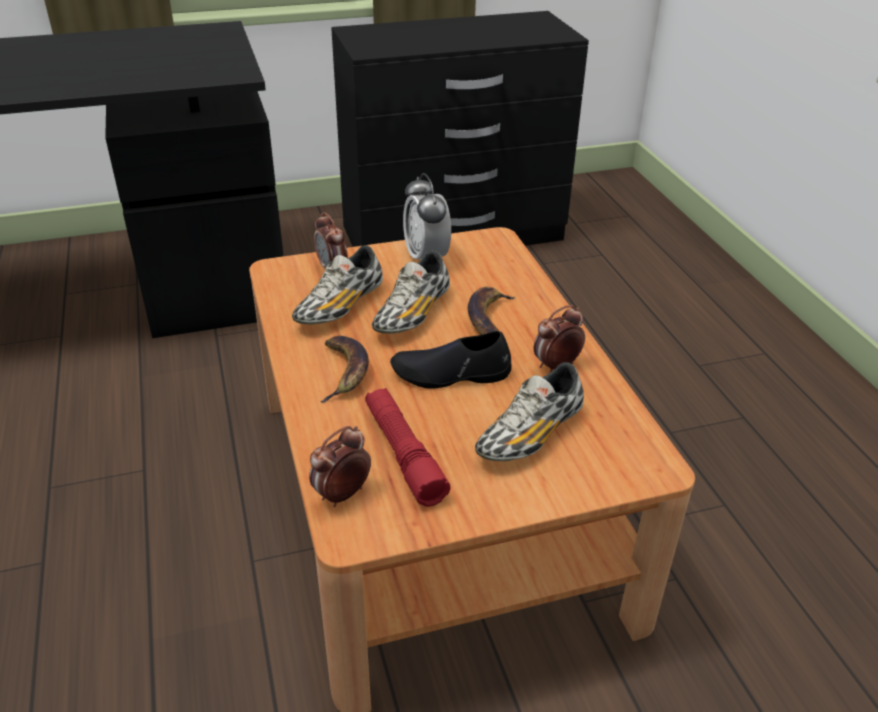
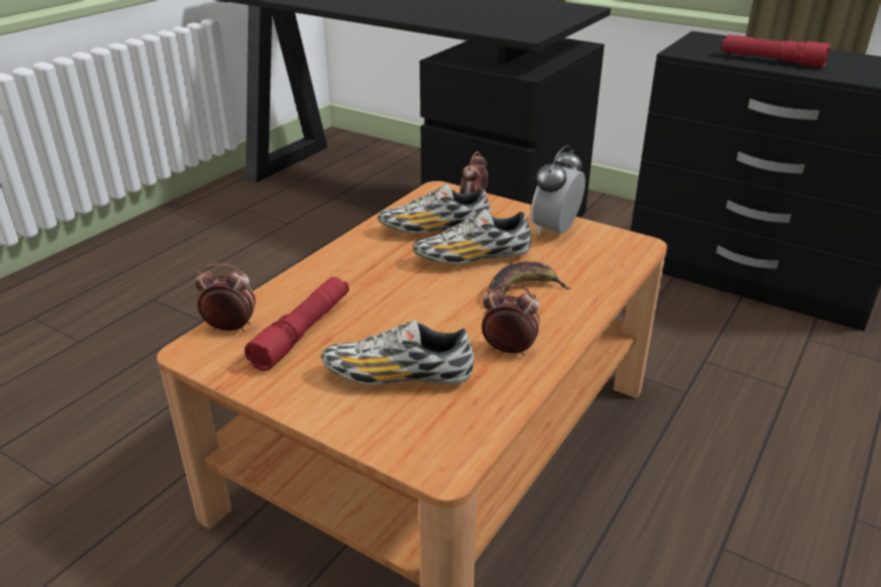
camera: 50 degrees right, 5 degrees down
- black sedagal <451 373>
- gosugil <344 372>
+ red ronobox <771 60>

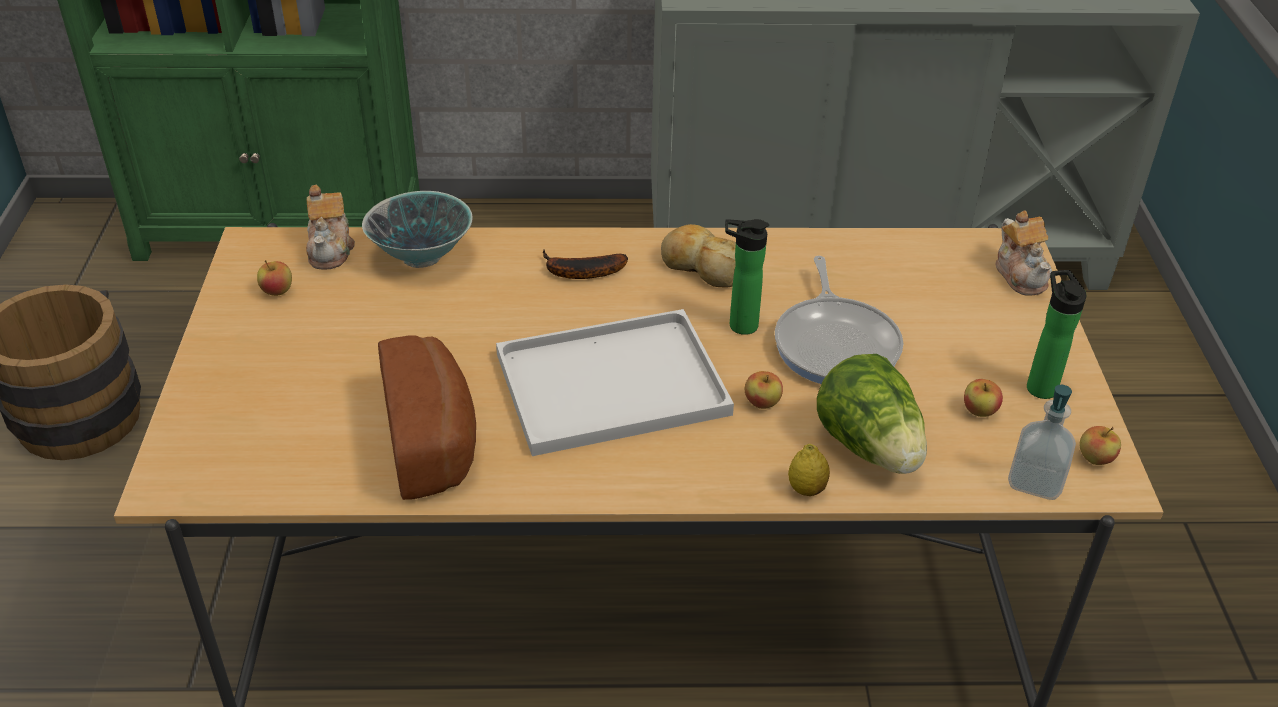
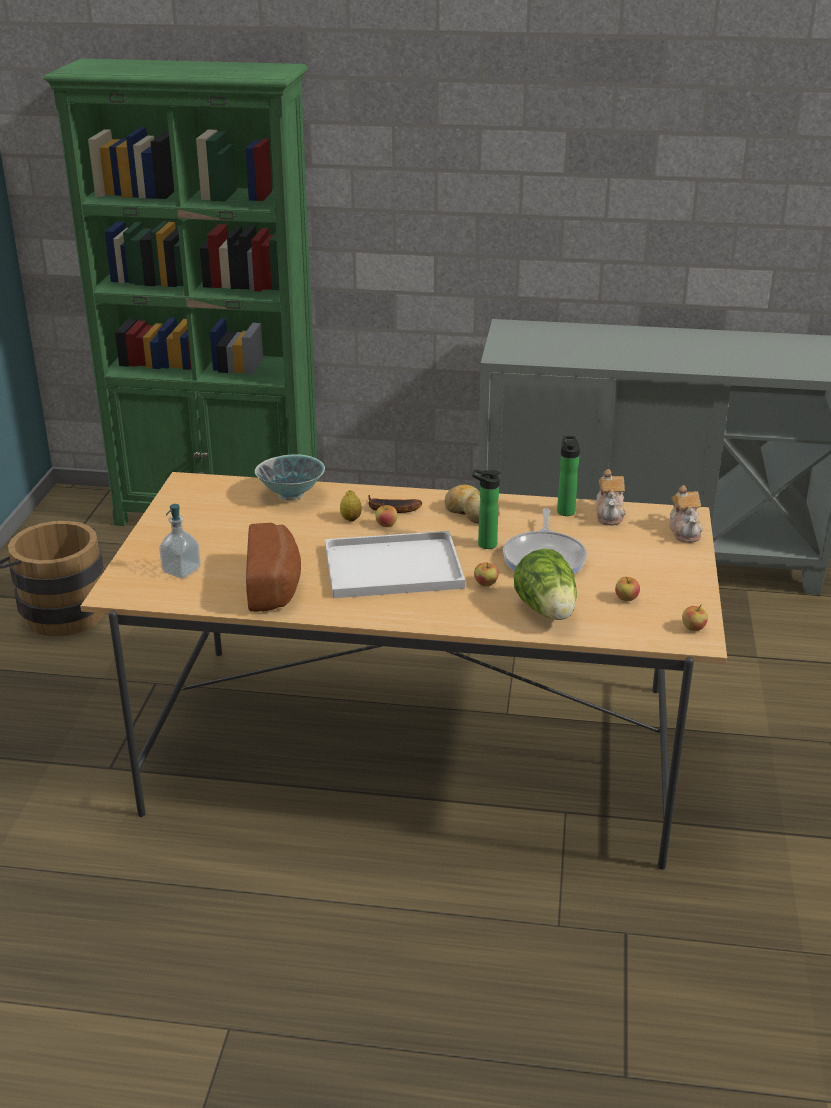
camera: 10 degrees right, 10 degrees down
~ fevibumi <331 249> to <610 514>
~ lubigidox <277 291> to <386 525>
~ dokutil <1039 385> to <565 510>
~ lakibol <1035 481> to <181 570>
~ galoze <806 489> to <351 519>

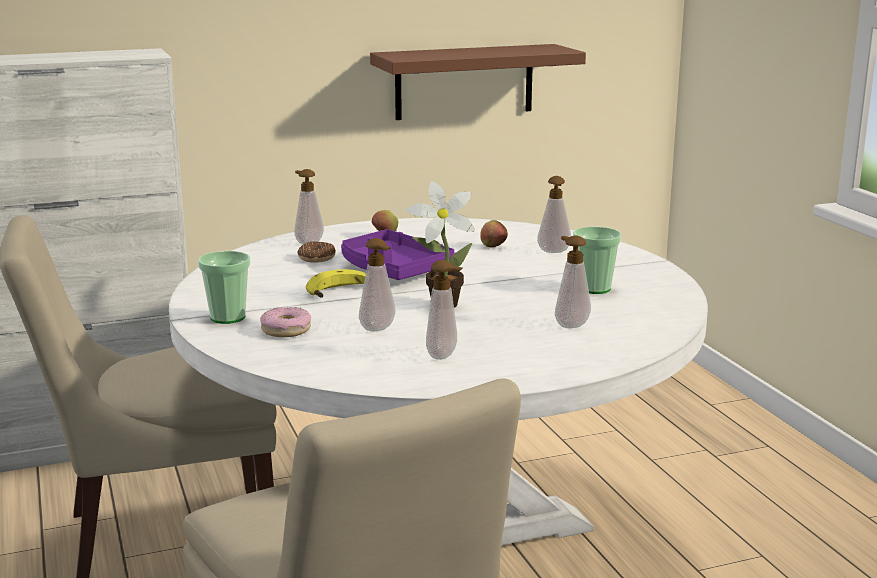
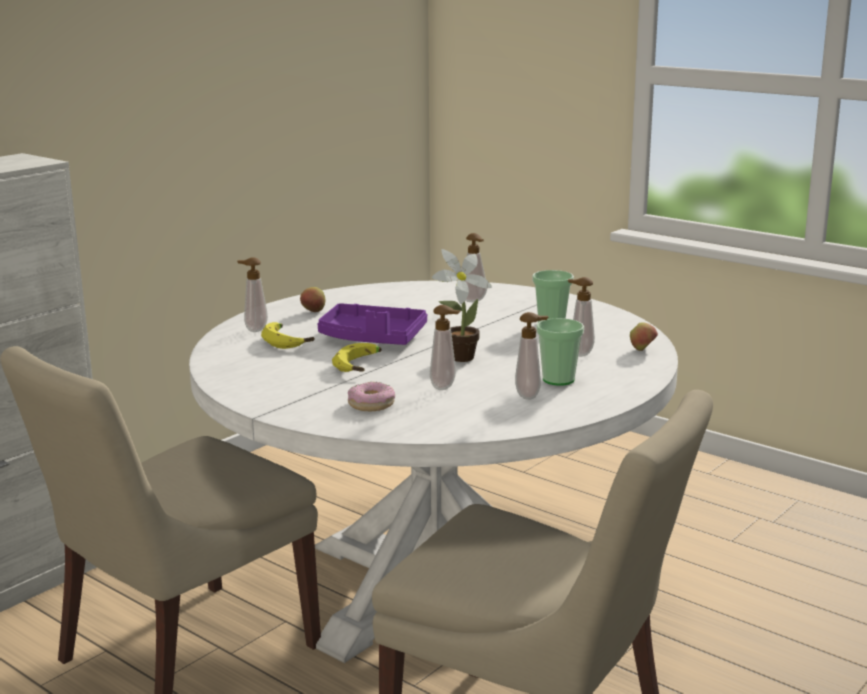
camera: 30 degrees left, 0 degrees up
- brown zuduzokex <464 81>
~ lubigidox <493 247> to <642 350>
~ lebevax <316 258> to gosugil <288 341>
~ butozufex <227 317> to <558 380>

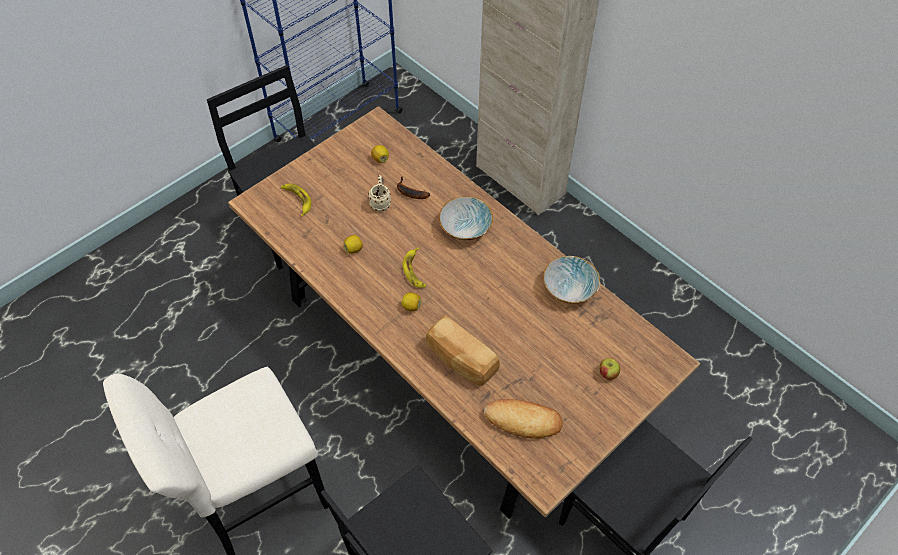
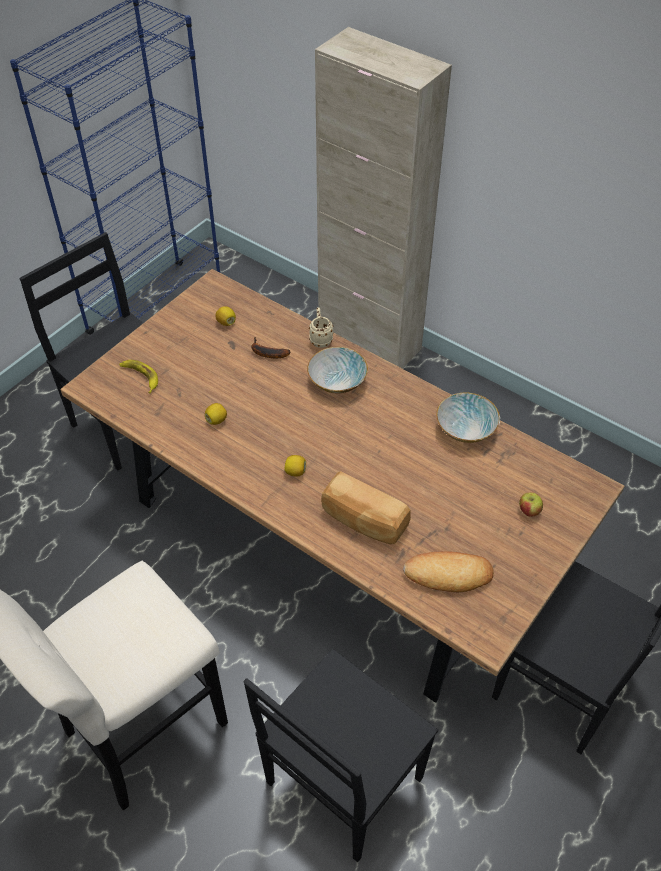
camera: 10 degrees left, 5 degrees down
~ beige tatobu <380 202> to <320 339>
- gosugil <415 270>

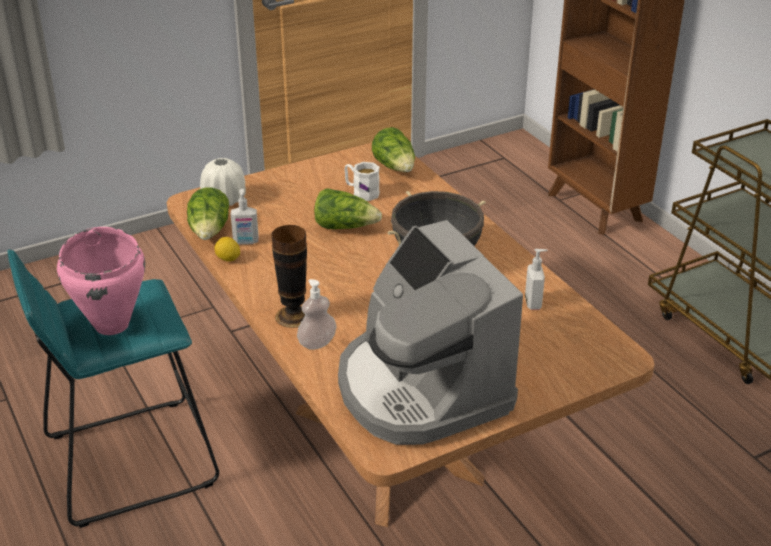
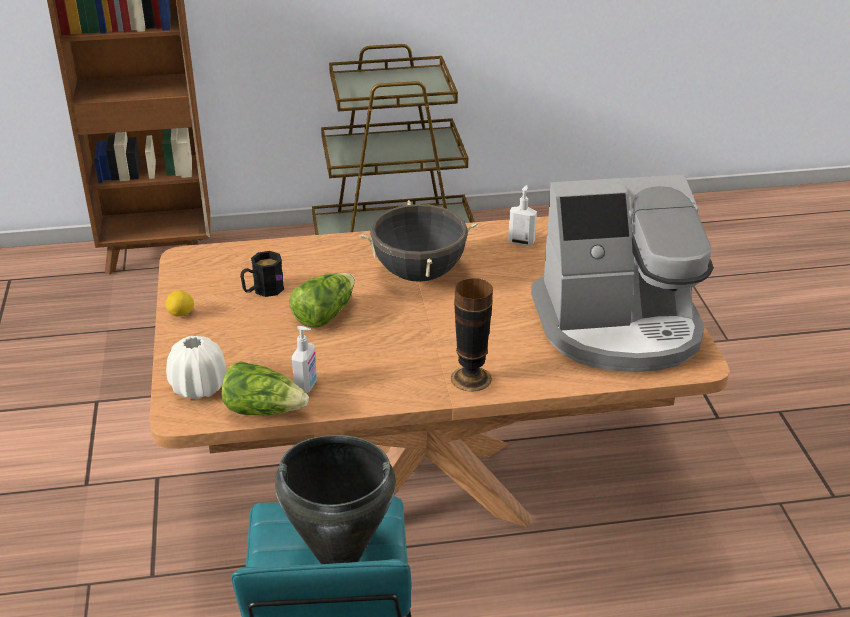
camera: 70 degrees left, 0 degrees up
- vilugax <395 167>
~ white tatobu <361 192> to black tatobu <263 290>
~ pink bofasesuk <112 324> to black bofasesuk <338 554>
~ galoze <228 259> to <181 314>
- lakibol <317 343>

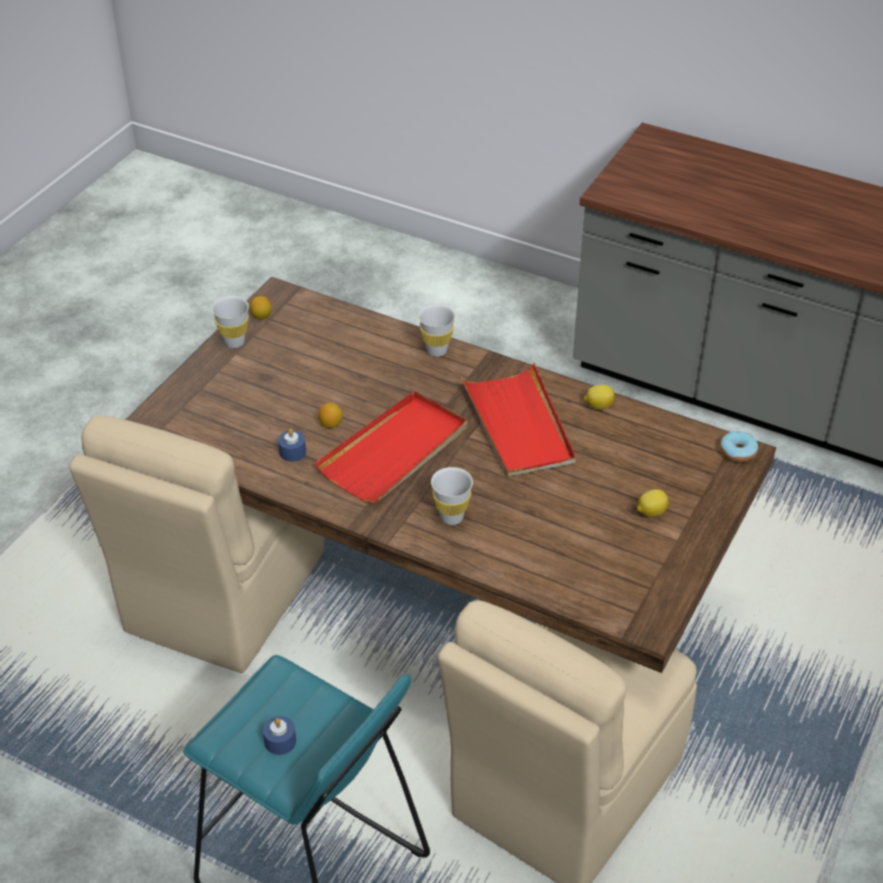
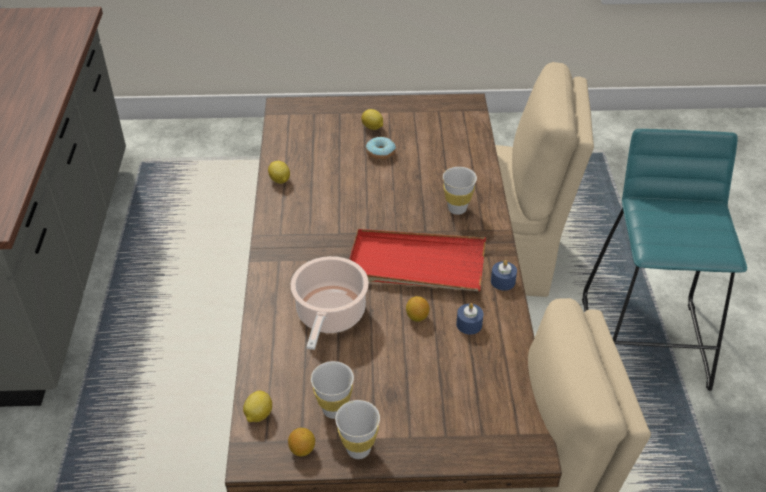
camera: 120 degrees left, 0 degrees up
~ white butozufex <436 350> to <334 409>
- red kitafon <518 425>
~ lebevax <738 452> to <380 153>
~ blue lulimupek <280 741> to <503 281>
+ bofasesuk <330 316>
+ galoze <258 415>

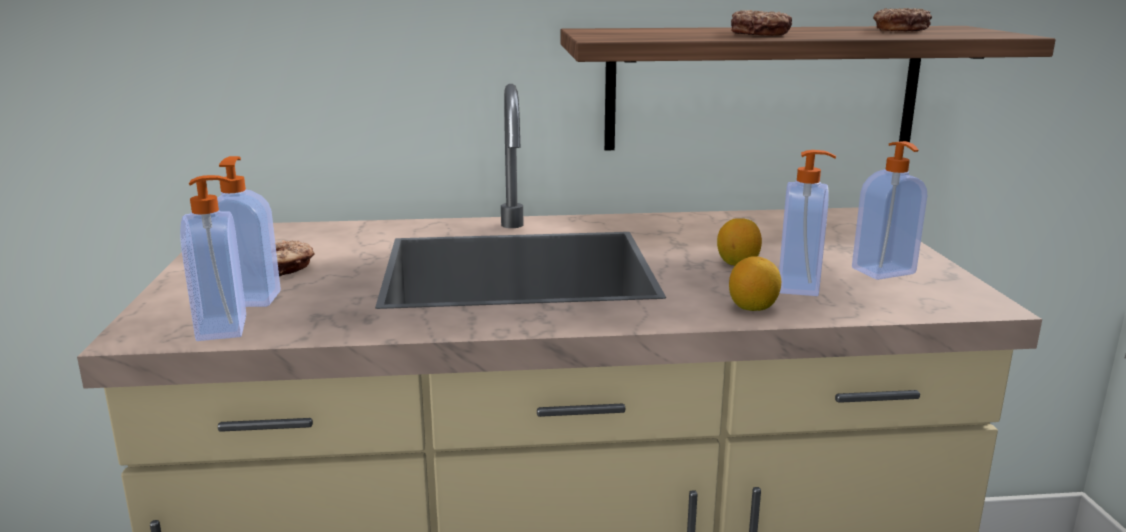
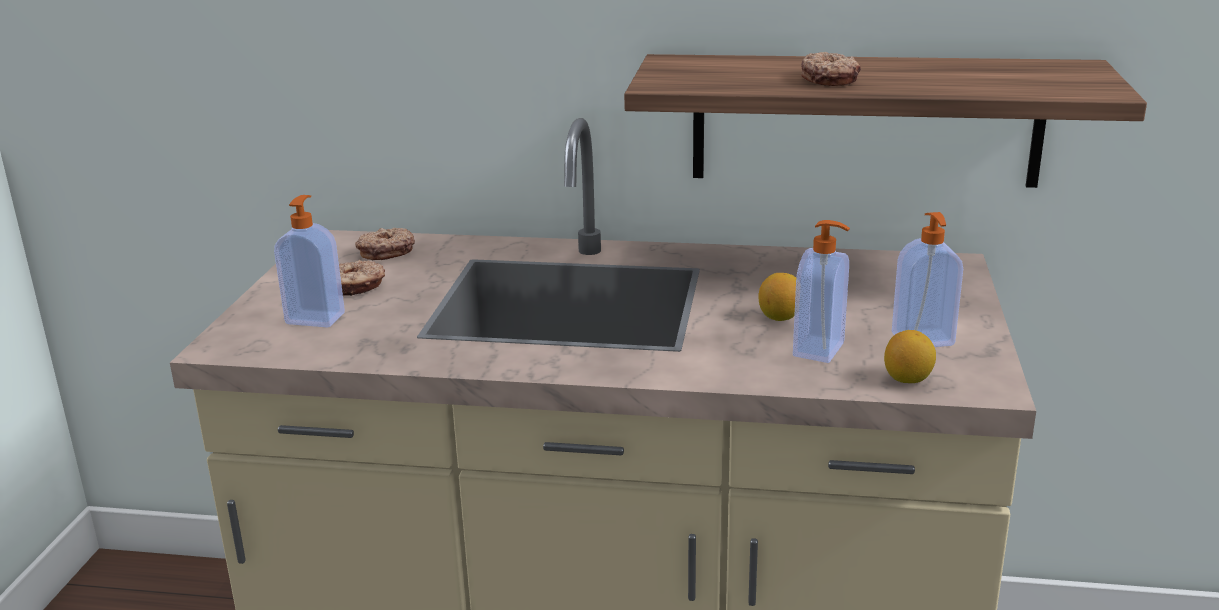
camera: 15 degrees right, 5 degrees up
~ lebevax <899 30> to <386 251>
- lakibol <224 328>
~ galoze <752 308> to <907 379>

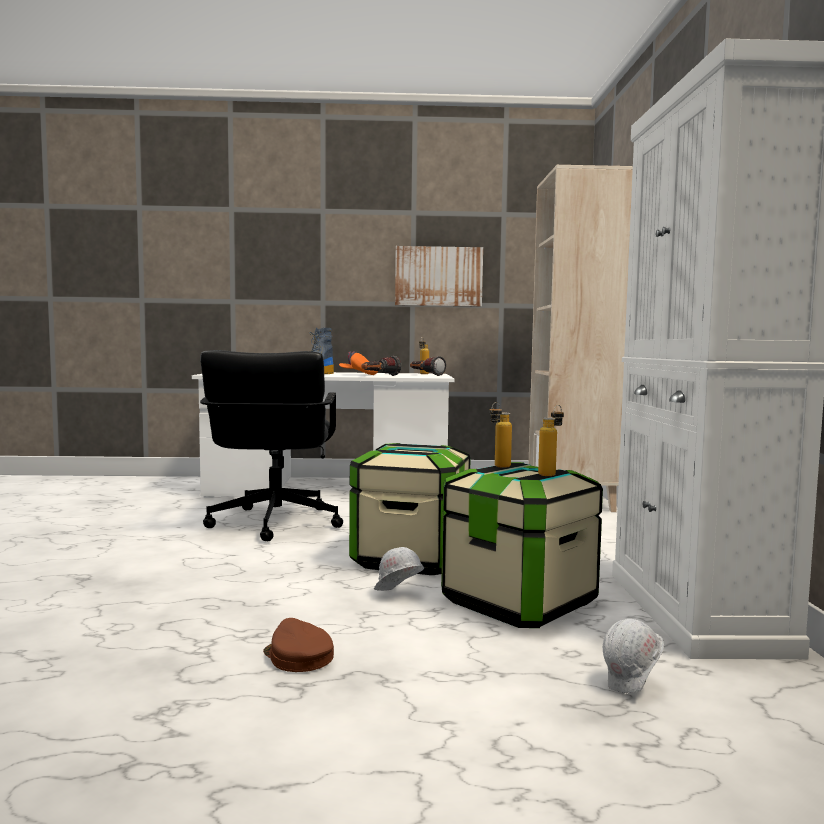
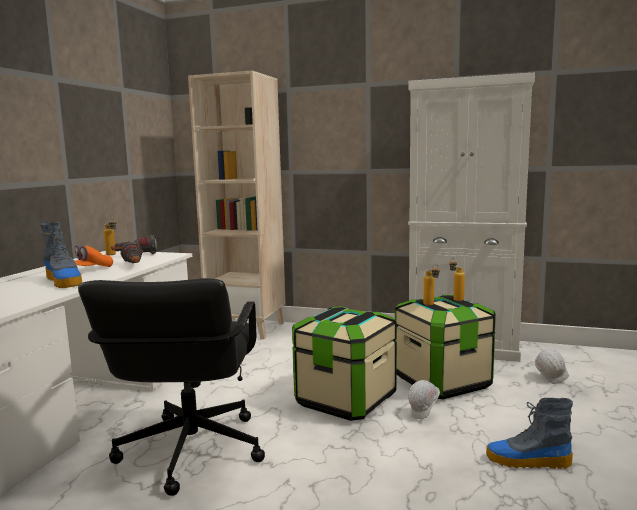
camera: 70 degrees left, 5 degrees up
- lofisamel <438 276>
~ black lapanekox <274 523> = <190 451> 75 degrees clockwise
~ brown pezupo <298 656> to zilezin <527 461>

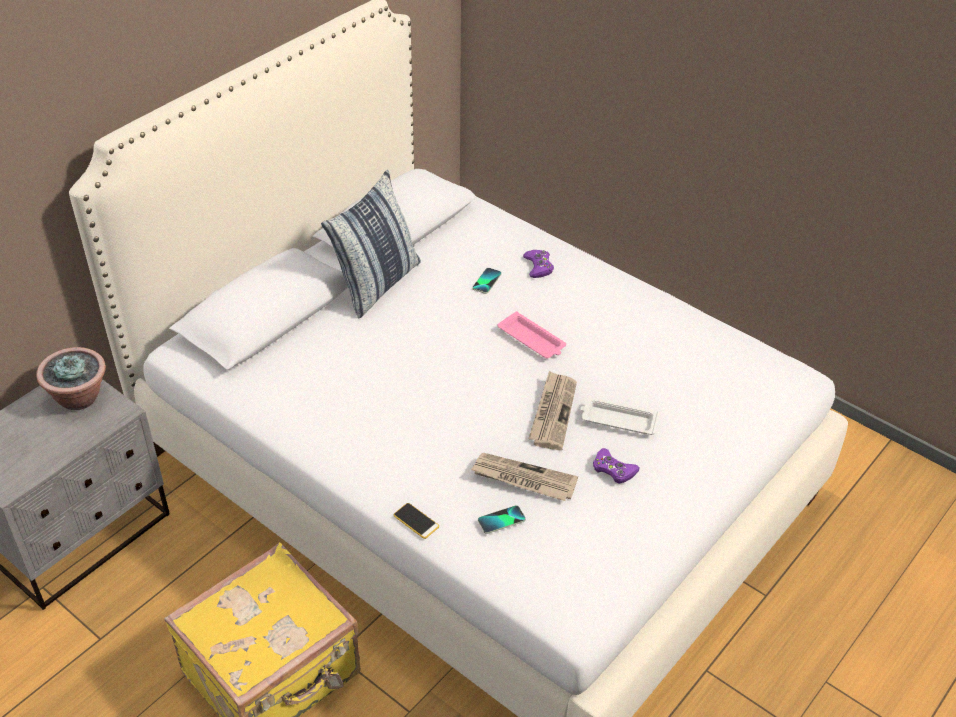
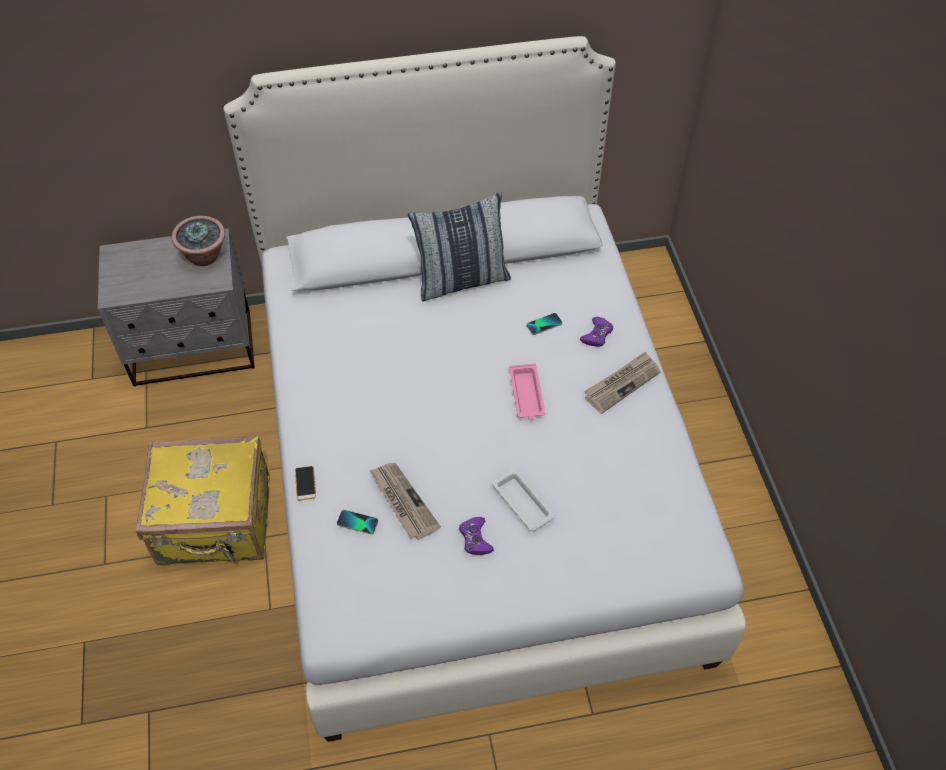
camera: 40 degrees right, 10 degrees up
~ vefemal <552 412> to <622 383>

